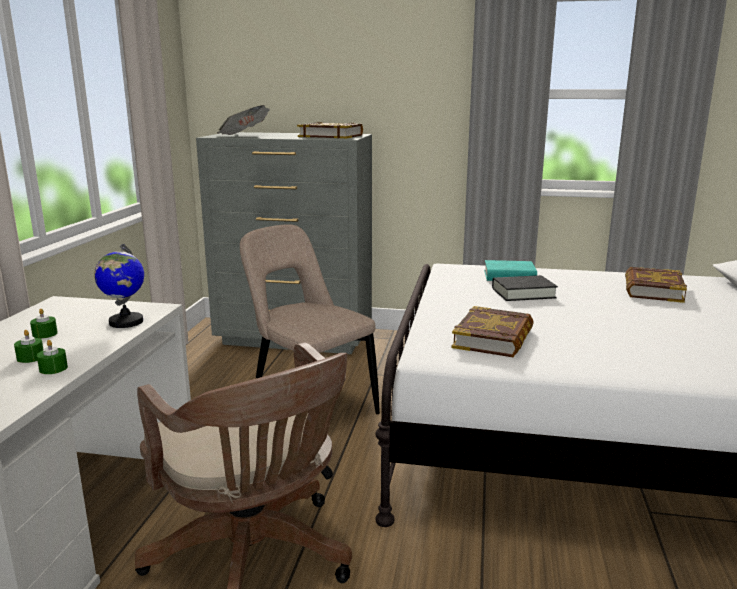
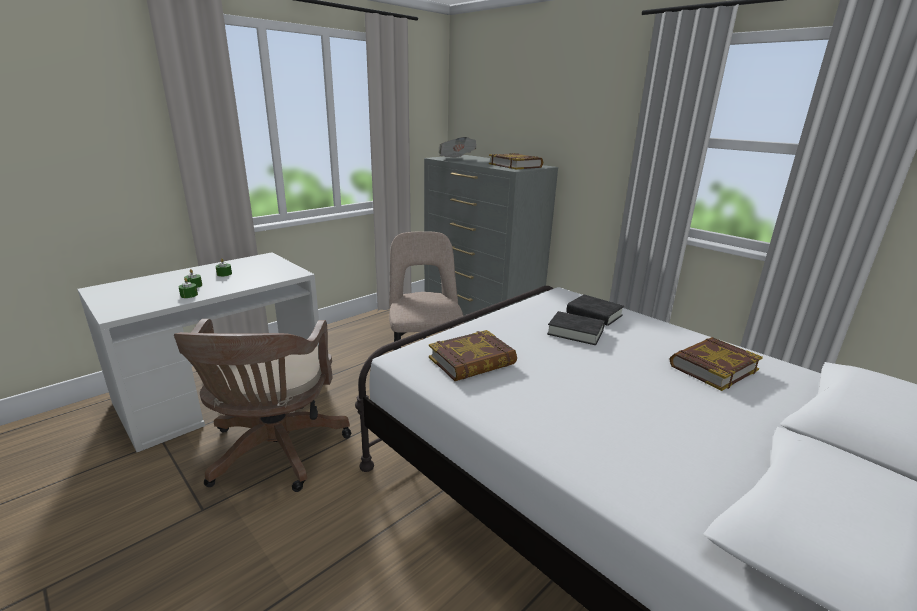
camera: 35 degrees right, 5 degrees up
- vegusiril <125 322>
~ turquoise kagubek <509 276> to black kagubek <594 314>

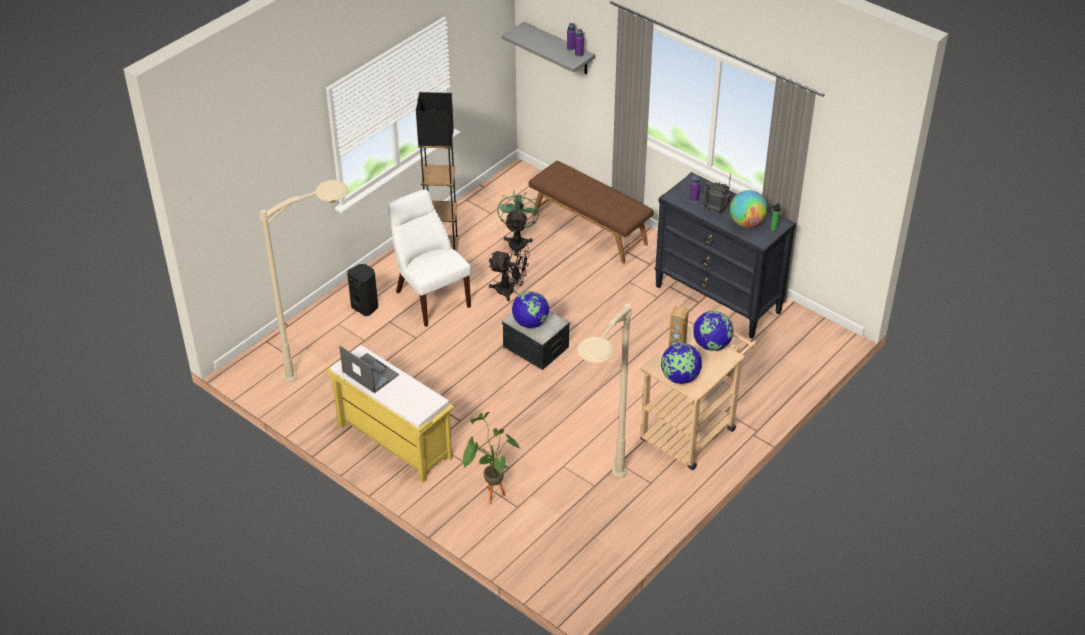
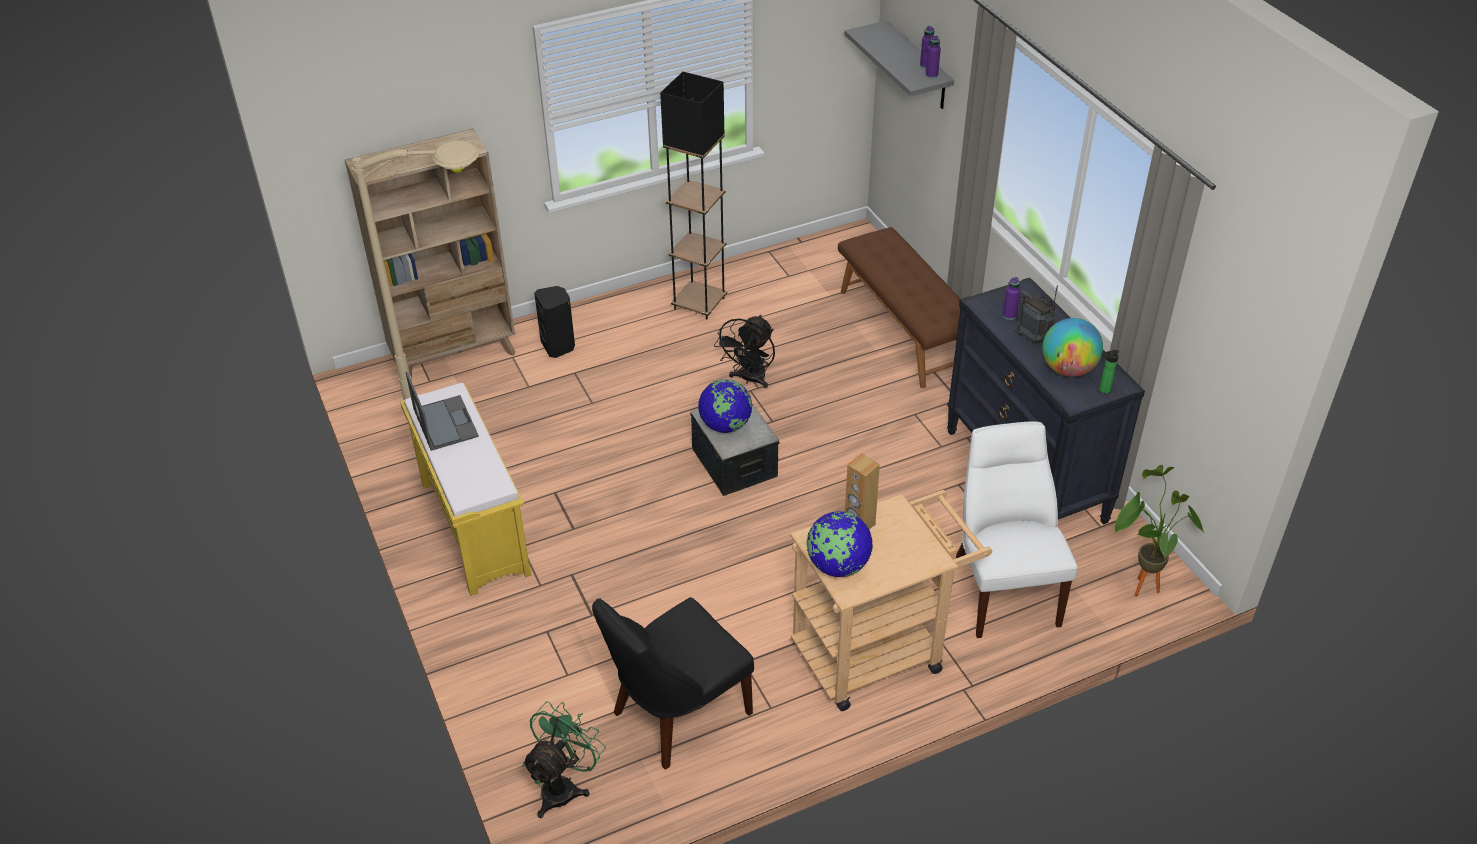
camera: 25 degrees right, 0 degrees up
~ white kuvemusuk <430 297> to <1003 589>
~ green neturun <517 241> to <564 786>
~ black neturun <510 291> = <749 379> 75 degrees clockwise
~ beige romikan <598 506> to black kuvemusuk <676 715>
- vegusiril <712 345>
~ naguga <489 495> to <1137 585>
+ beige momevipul <455 356>

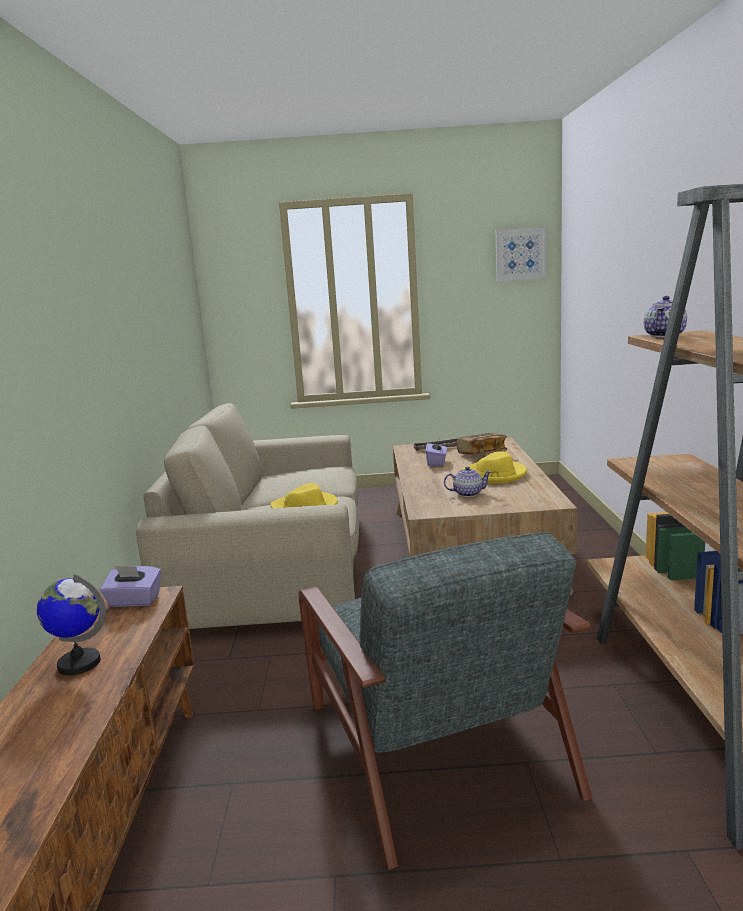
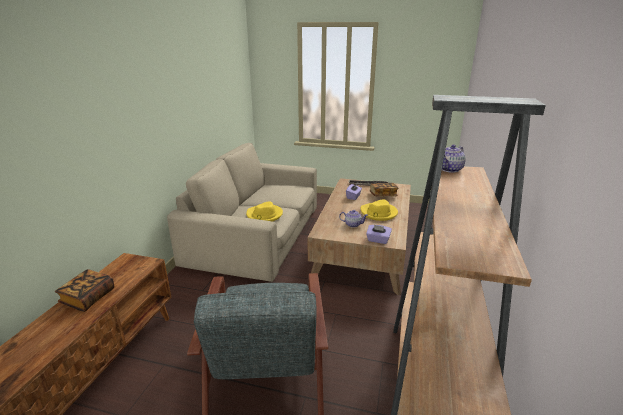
camera: 15 degrees right, 10 degrees up
- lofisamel <520 254>
~ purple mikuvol <134 601> to <378 240>
~ vegusiril <79 663> to kagubek <88 298>

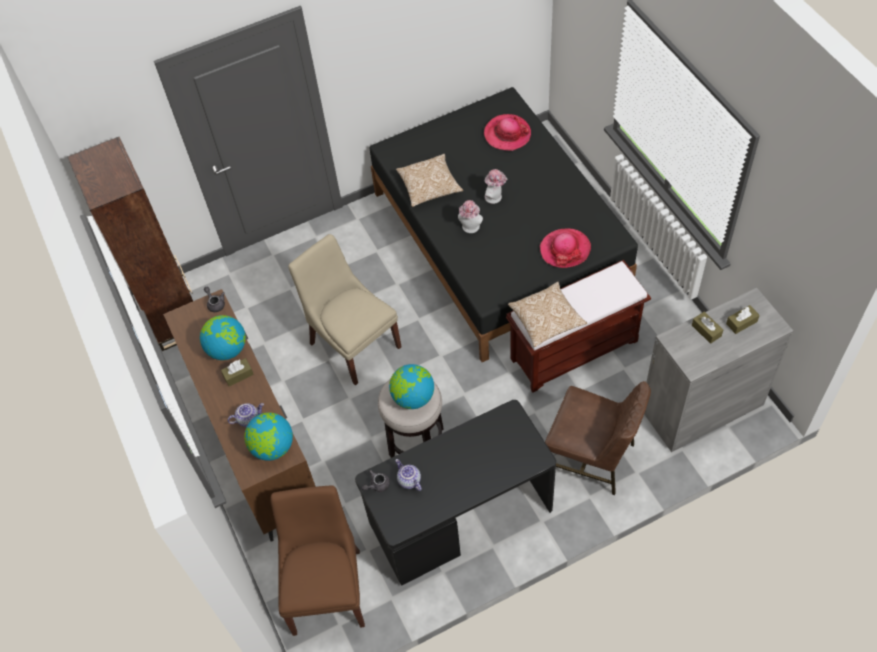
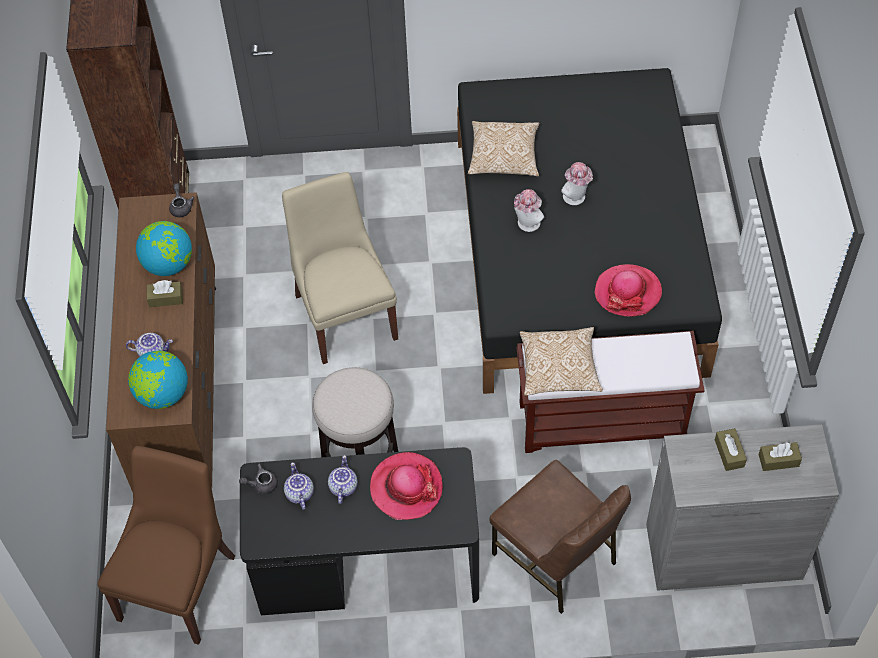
camera: 20 degrees right, 0 degrees up
~ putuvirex <507 134> to <406 487>
- vegusiril <413 397>
+ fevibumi <342 487>

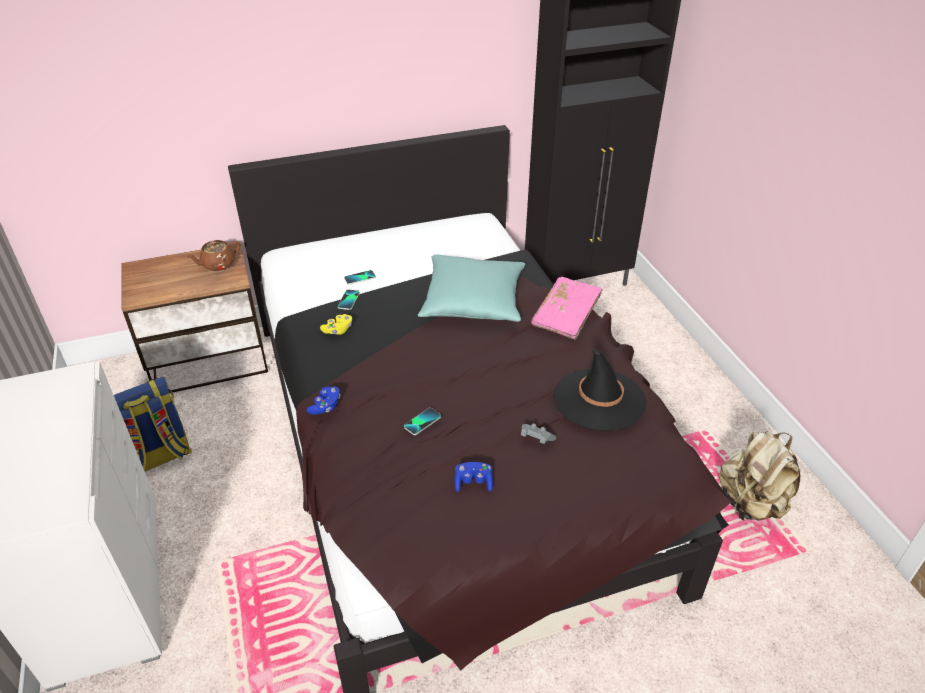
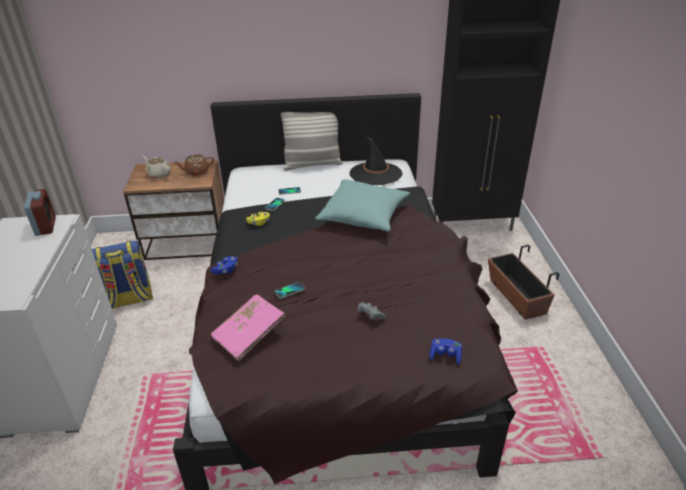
camera: 15 degrees right, 5 degrees down
~ pink kagubek <566 317> to <249 335>
~ black putuvirex <599 399> to <375 174>
- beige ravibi <751 503>
~ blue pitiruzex <473 483> to <445 356>
+ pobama <312 164>
+ beige fevibumi <158 174>
+ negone <45 226>
+ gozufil <516 297>

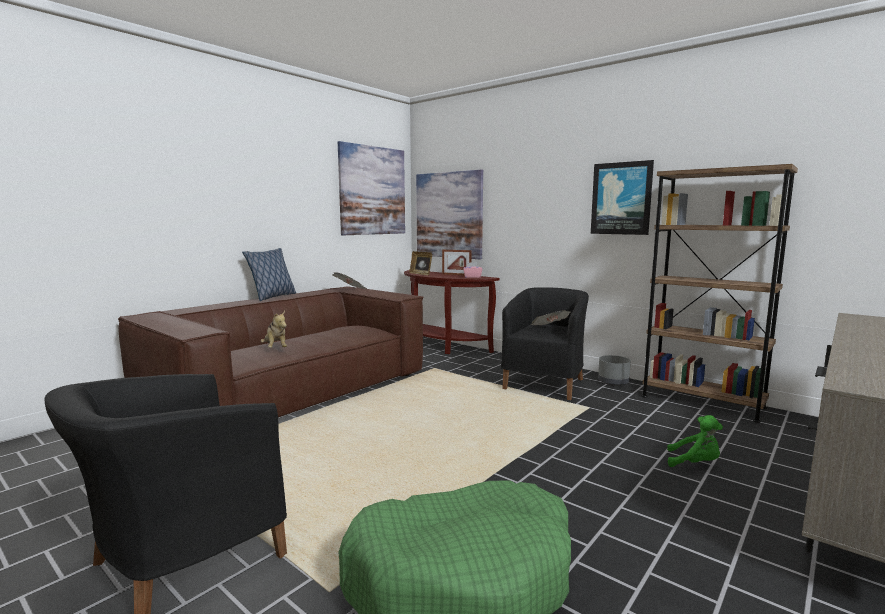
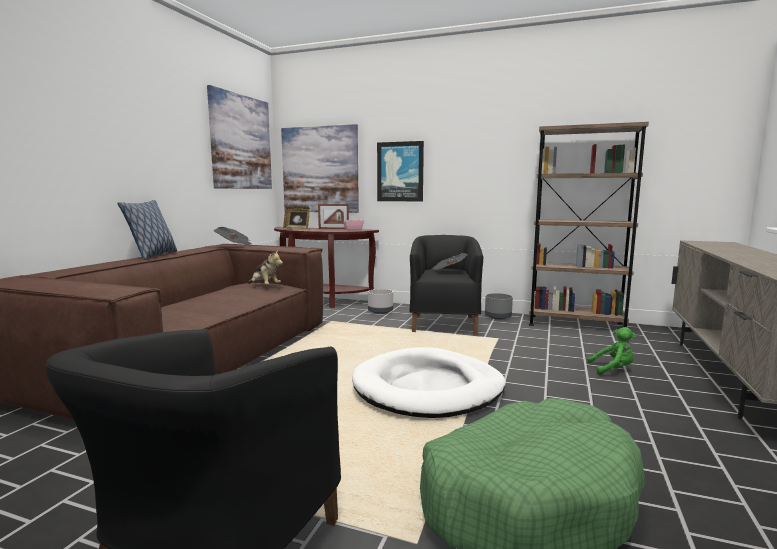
camera: 20 degrees left, 0 degrees up
~ lofisamel <621 198> to <400 171>
~ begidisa <275 348> to <265 286>
+ grey gozufil <380 311>
+ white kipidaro <428 388>

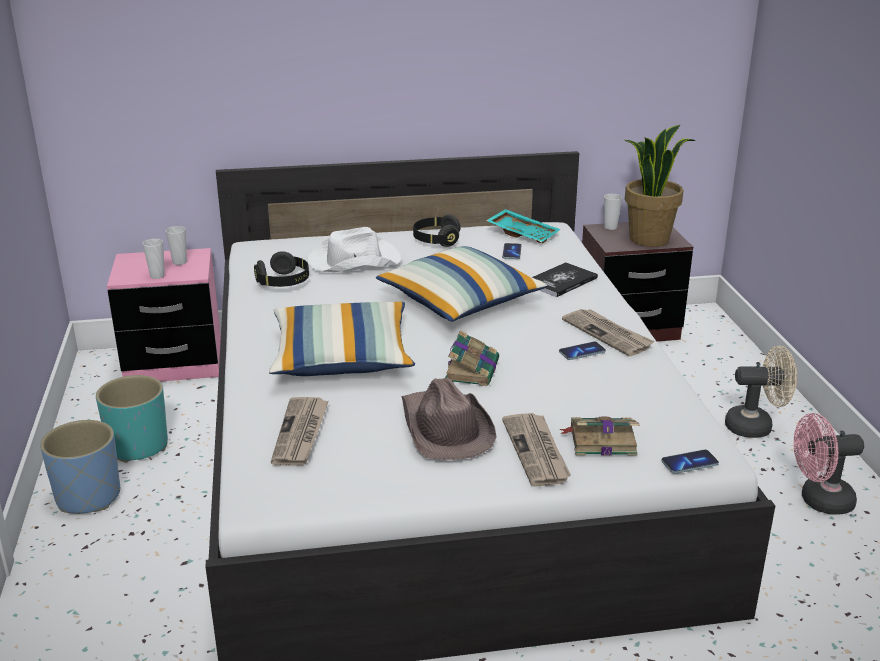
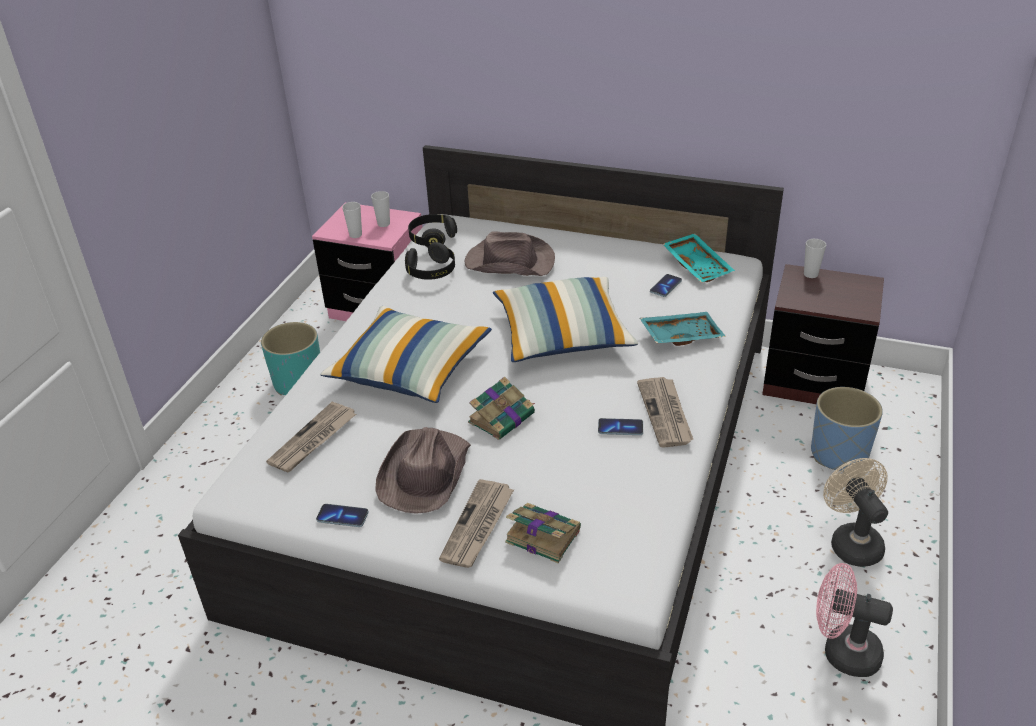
camera: 30 degrees right, 10 degrees up
- naguga <649 239>
~ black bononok <436 240> to <432 239>
~ white putuvirex <353 261> to brown putuvirex <508 262>
~ kagubek <561 281> to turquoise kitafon <681 335>
~ beige neturun <756 426> = <851 542> 135 degrees counterclockwise
~ blue gozufil <88 496> to <838 454>
~ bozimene <689 463> to <342 516>

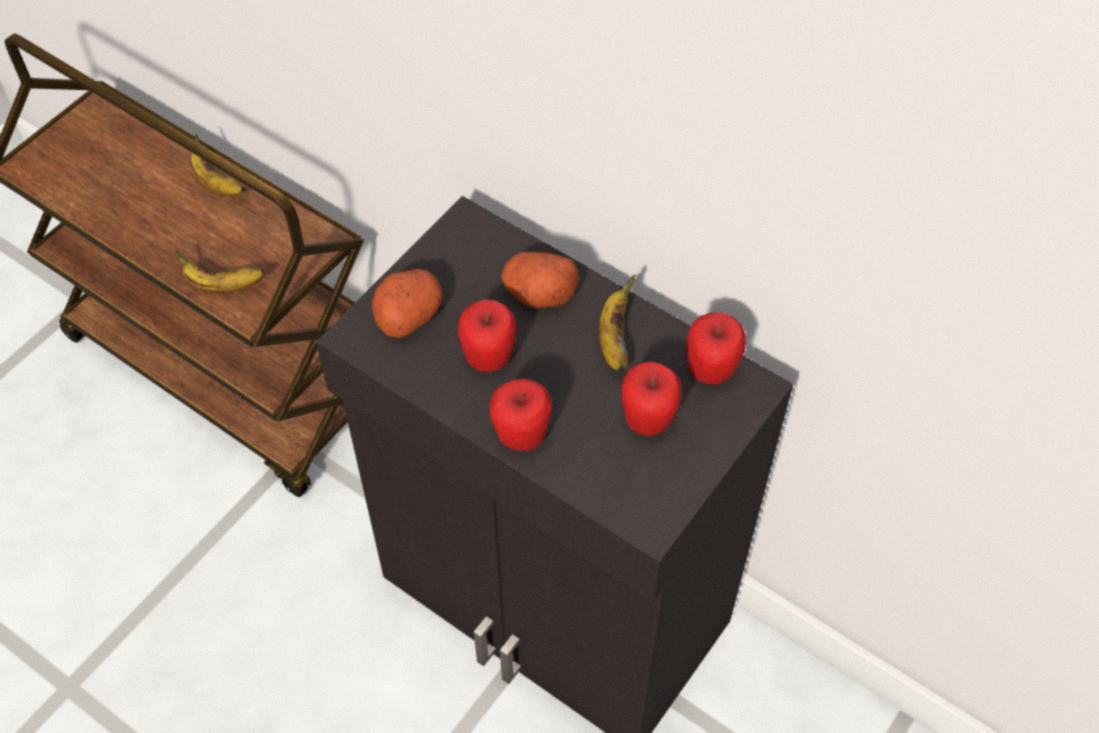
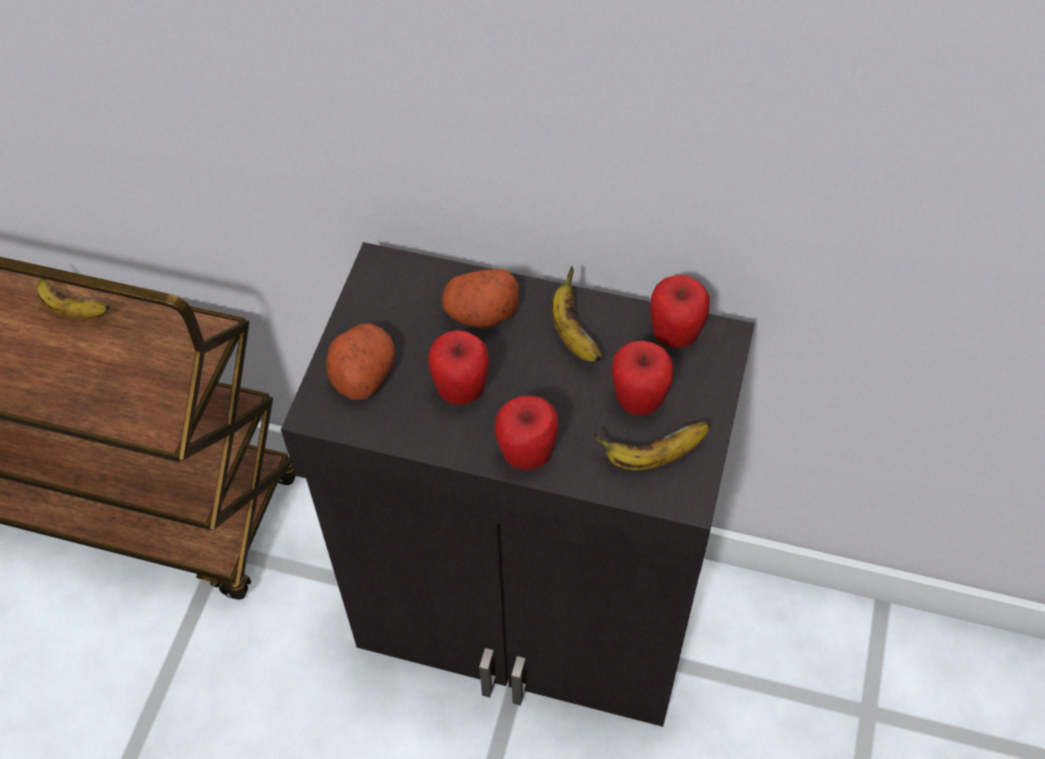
camera: 20 degrees left, 0 degrees up
~ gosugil <222 284> to <653 457>

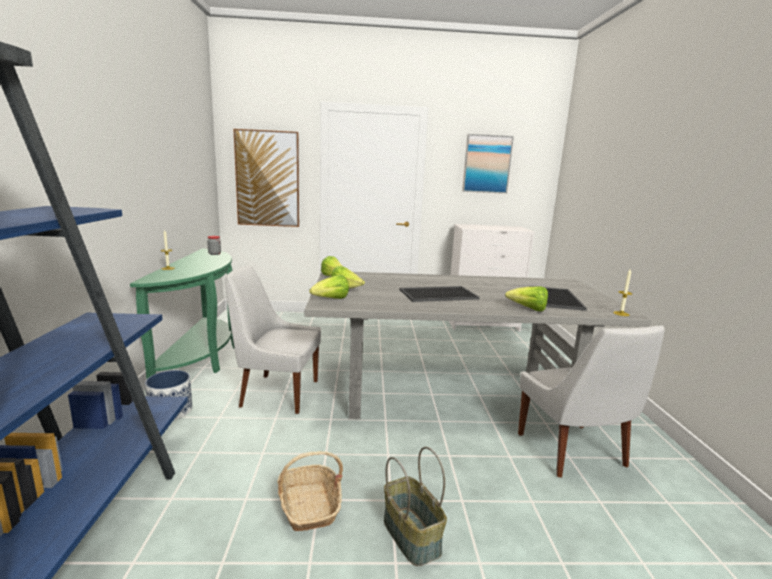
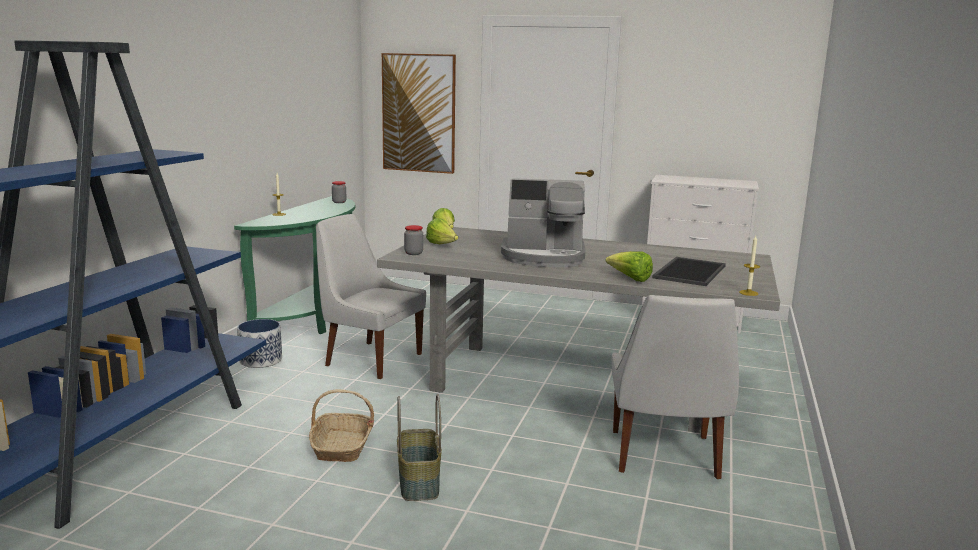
camera: 20 degrees right, 0 degrees up
- lofisamel <487 164>
~ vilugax <331 299> to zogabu <413 253>
~ kitafon <438 294> to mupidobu <544 257>

